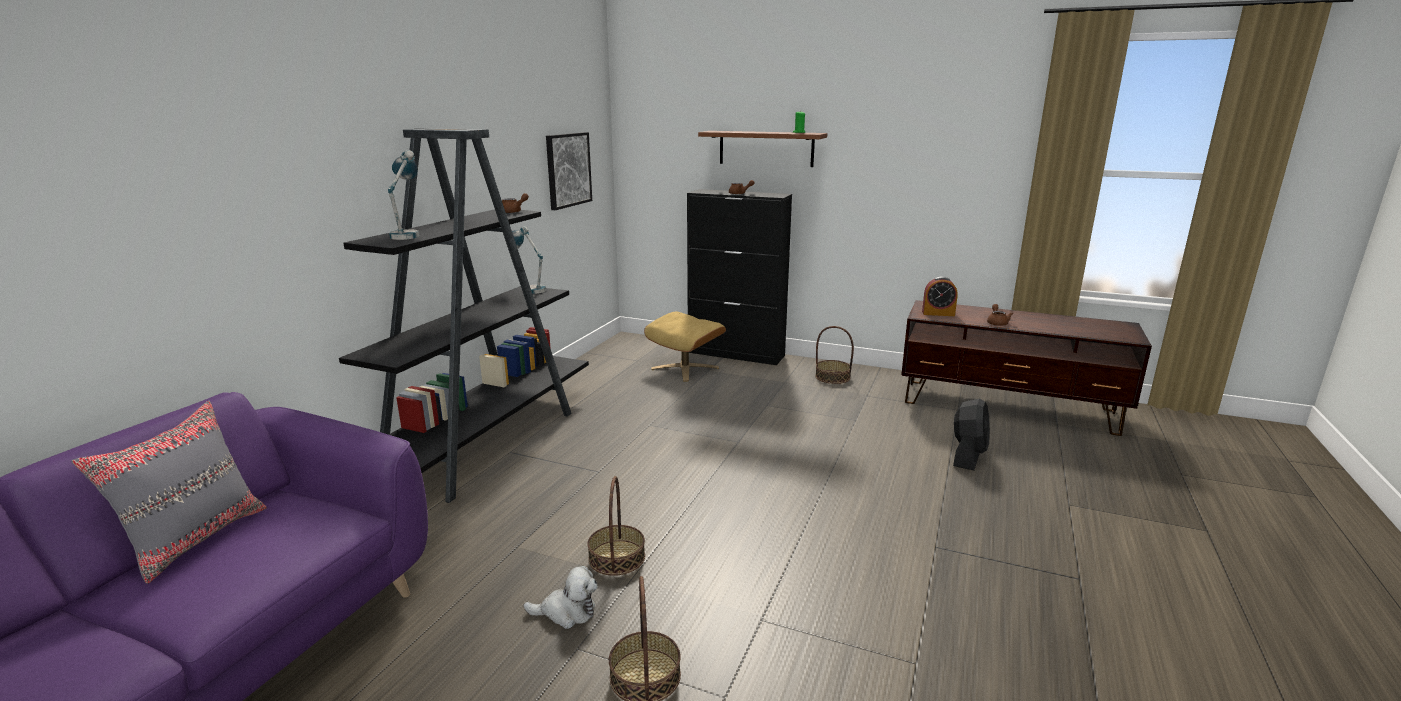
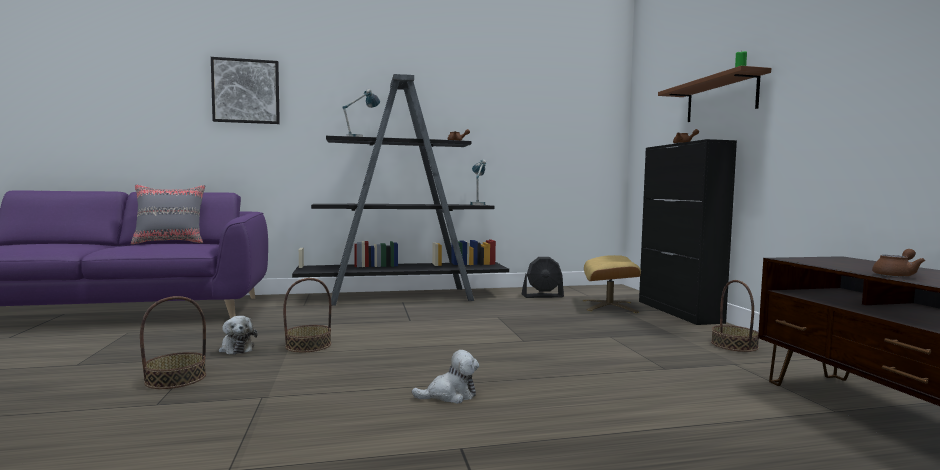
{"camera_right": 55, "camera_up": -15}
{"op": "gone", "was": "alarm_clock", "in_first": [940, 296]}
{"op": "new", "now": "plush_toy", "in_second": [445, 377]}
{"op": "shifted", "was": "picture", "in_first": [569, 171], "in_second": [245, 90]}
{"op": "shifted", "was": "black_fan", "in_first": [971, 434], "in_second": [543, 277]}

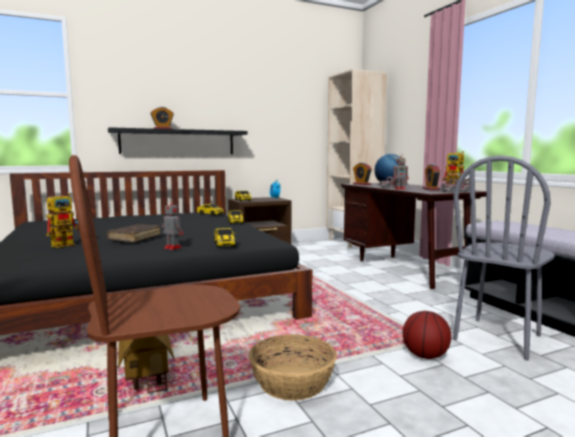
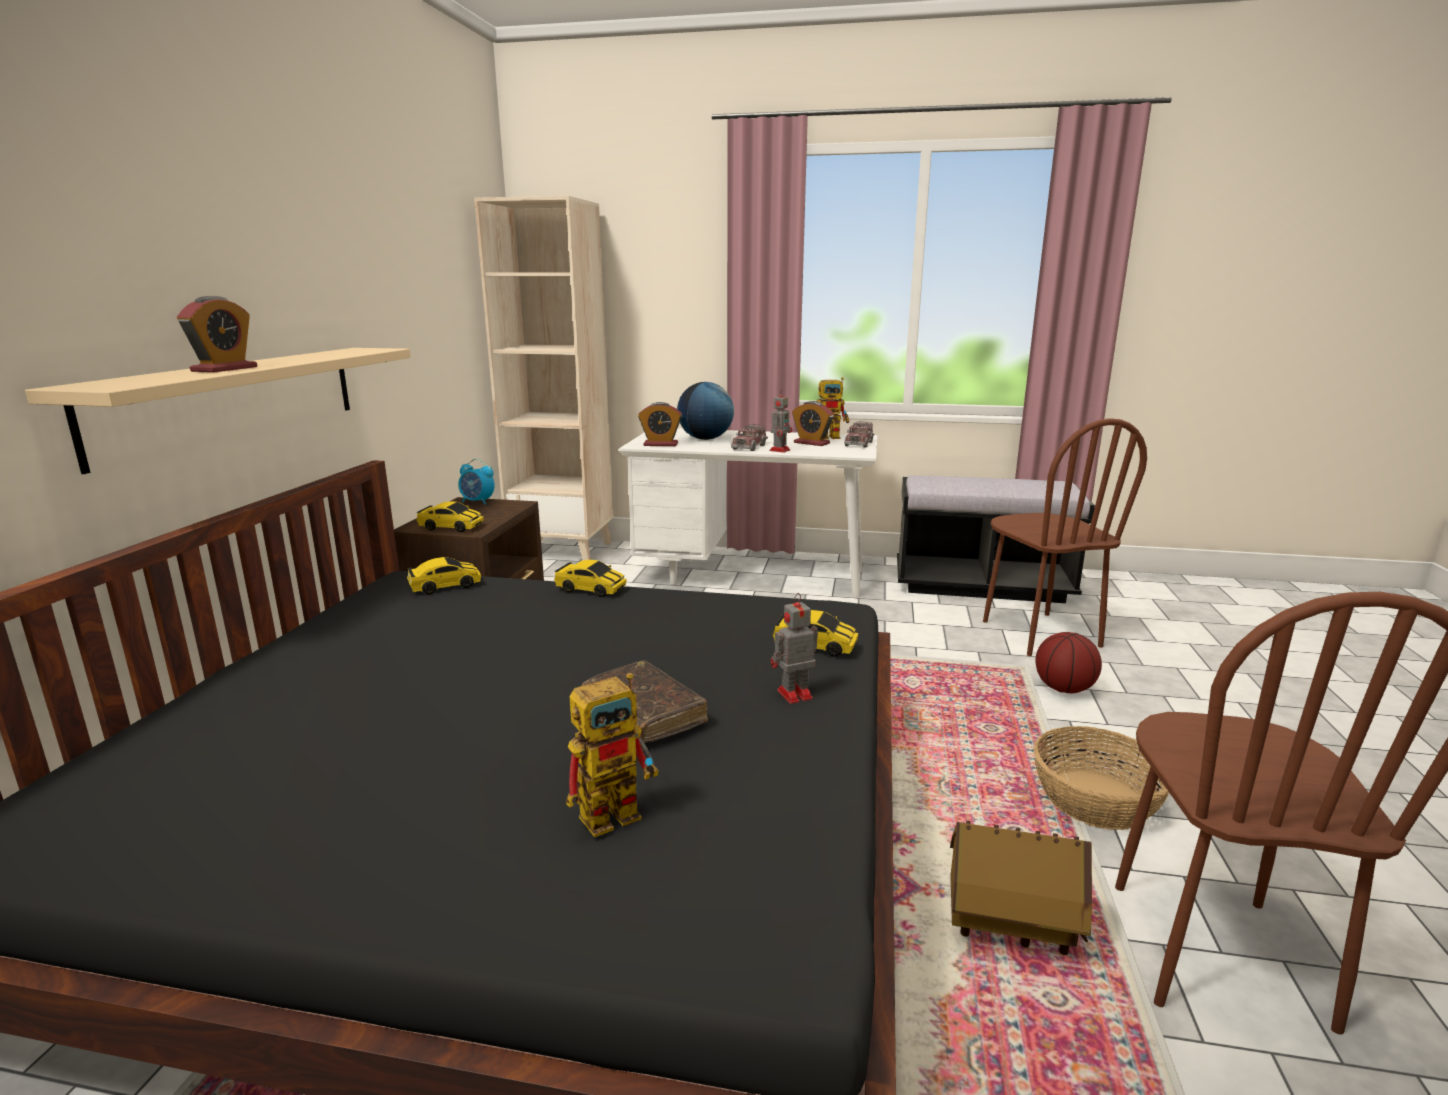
{"camera_right": -55, "camera_up": 10}
{"op": "repainted", "was": "black_shelf", "now": "beige_shelf", "in_first": [177, 140], "in_second": [218, 411]}
{"op": "repainted", "was": "brown_desk", "now": "white_desk", "in_first": [413, 236], "in_second": [748, 513]}
{"op": "repainted", "was": "grey_chair", "now": "brown_chair", "in_first": [504, 257], "in_second": [1065, 537]}
{"op": "rotated", "was": "toy_robot", "in_first": [62, 220], "in_second": [612, 755], "clockwise": 75}

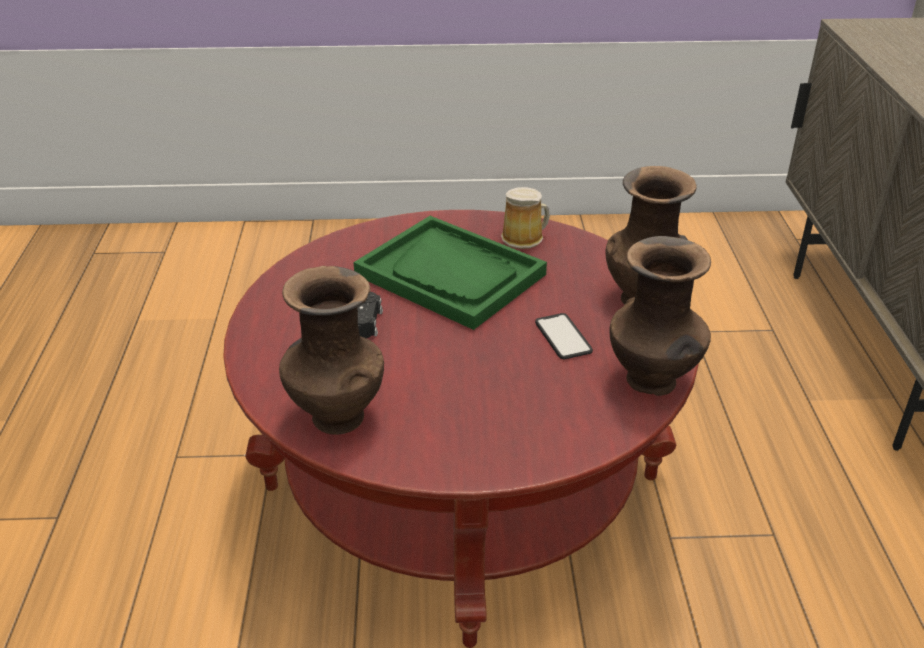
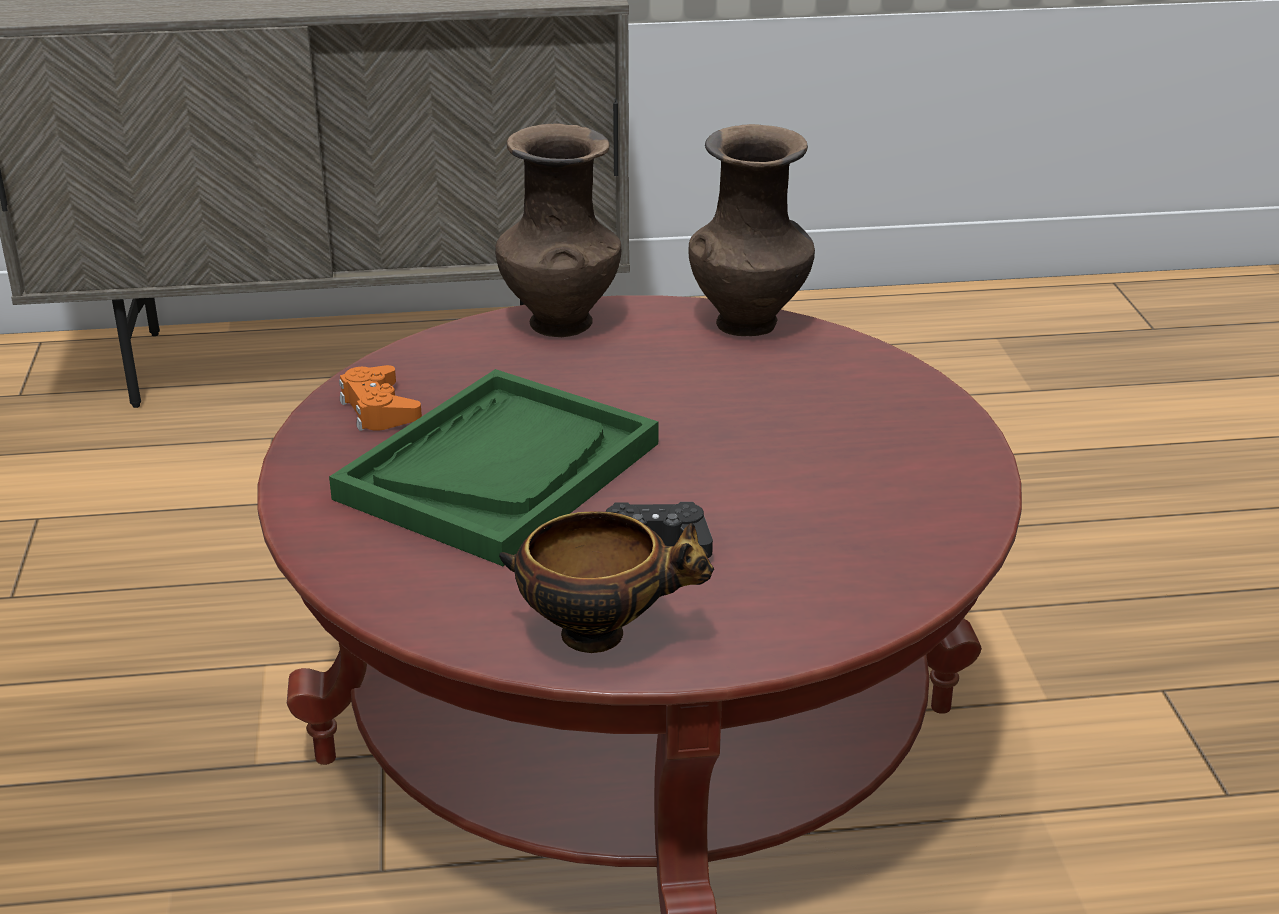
{"camera_right": -95, "camera_up": -5}
{"op": "gone", "was": "brown_vase", "in_first": [331, 350]}
{"op": "gone", "was": "phone", "in_first": [564, 336]}
{"op": "new", "now": "bowl", "in_second": [606, 582]}
{"op": "swapped", "was": "mug", "now": "orange_game_controller", "in_first": [525, 218], "in_second": [380, 398]}

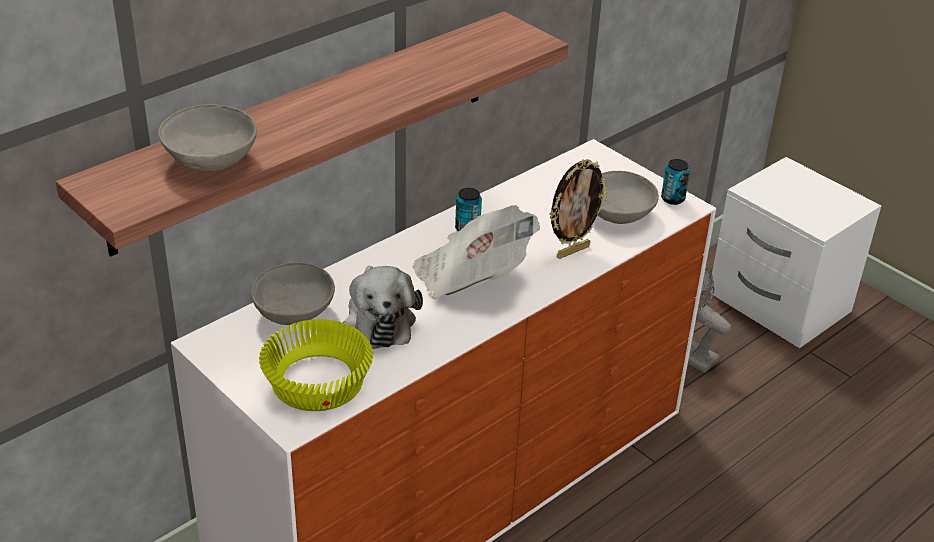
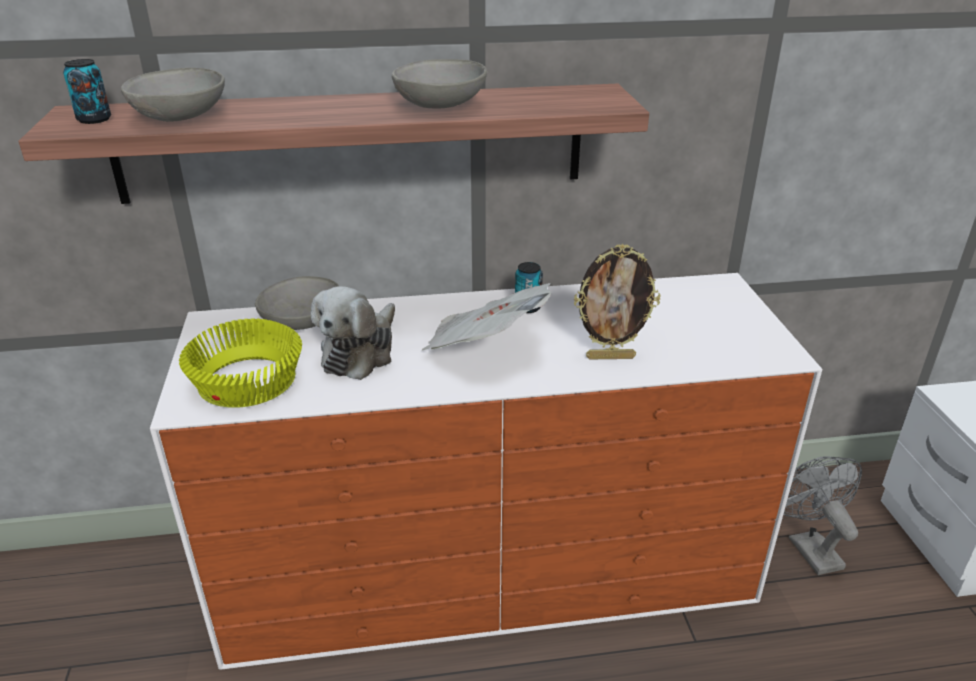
{"camera_right": 35, "camera_up": -5}
{"op": "shifted", "was": "grey_bowl", "in_first": [628, 197], "in_second": [439, 84]}
{"op": "shifted", "was": "can", "in_first": [675, 182], "in_second": [87, 91]}

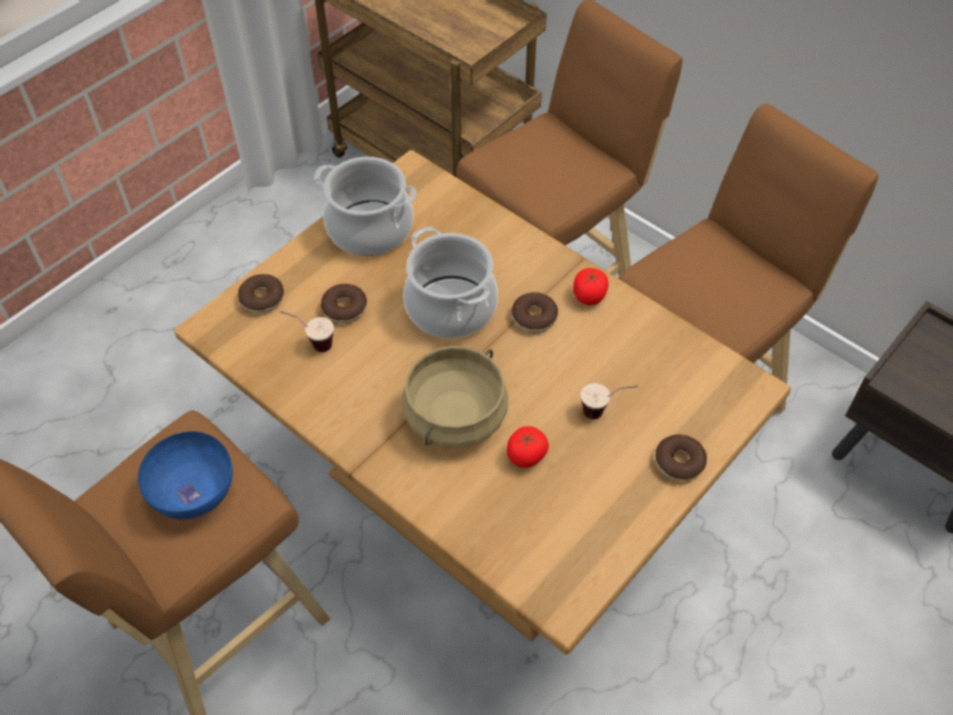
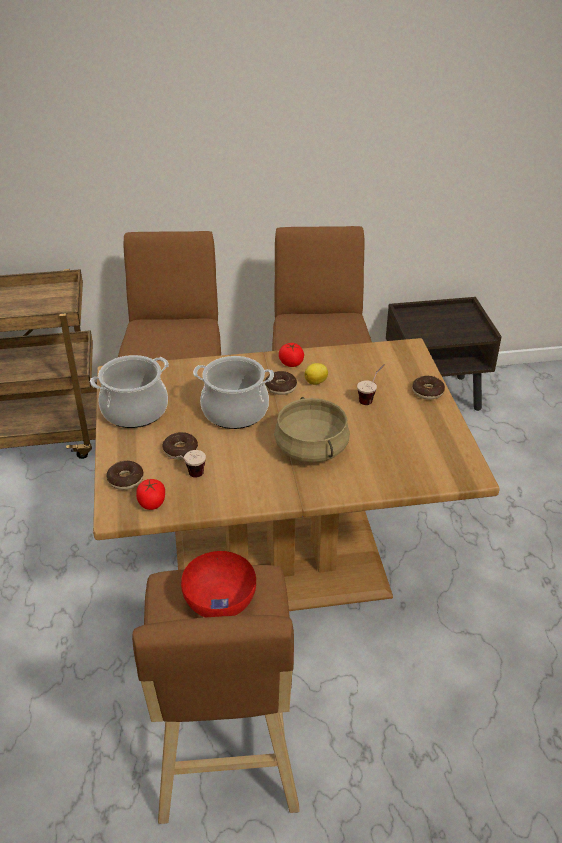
{"camera_right": -50, "camera_up": -15}
{"op": "new", "now": "lemon", "in_second": [316, 374]}
{"op": "shifted", "was": "tomato", "in_first": [528, 447], "in_second": [150, 494]}
{"op": "repainted", "was": "blue_bowl", "now": "red_bowl", "in_first": [185, 475], "in_second": [218, 584]}

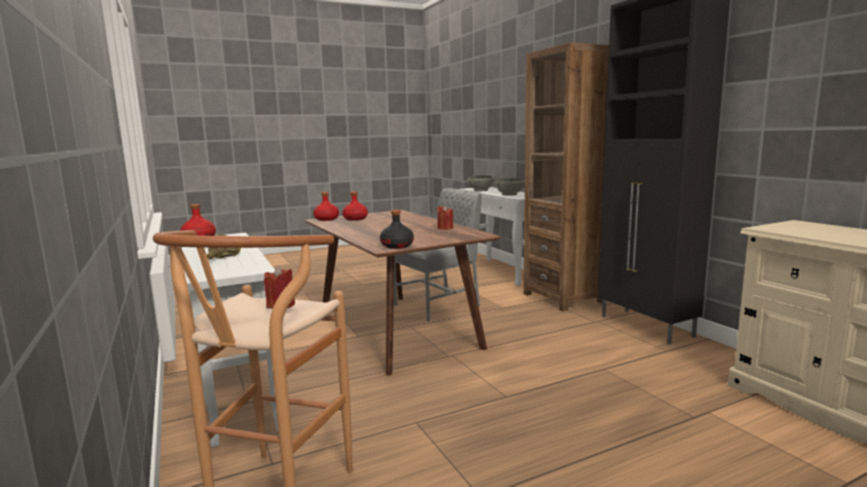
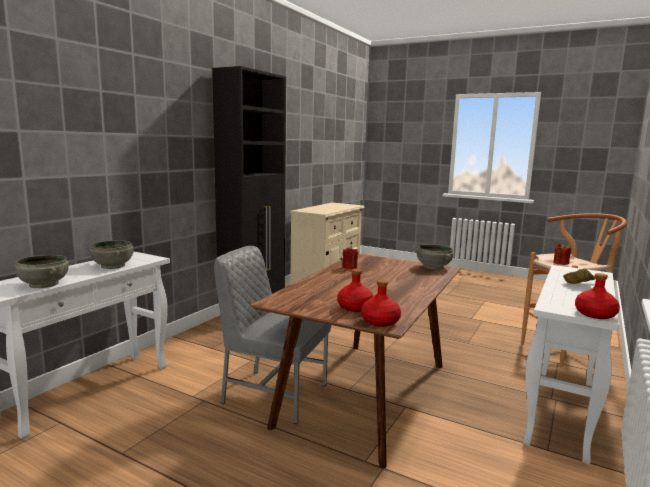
{"camera_right": -125, "camera_up": 0}
{"op": "gone", "was": "brown_bookcase", "in_first": [566, 177]}
{"op": "swapped", "was": "black_bottle", "now": "grey_bowl", "in_first": [397, 229], "in_second": [435, 257]}

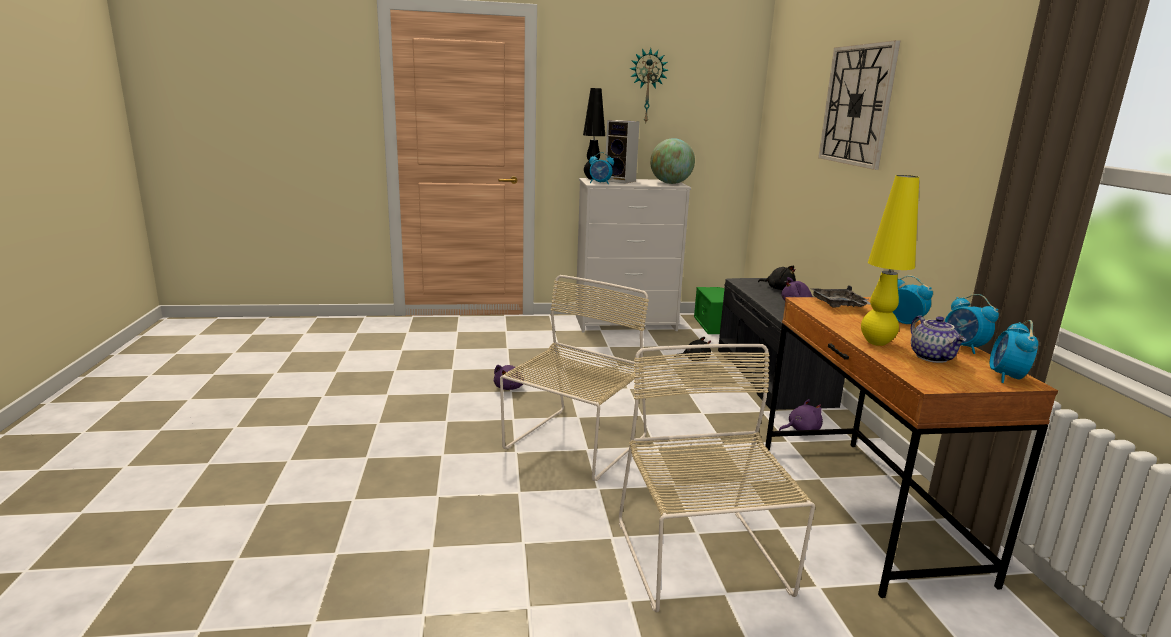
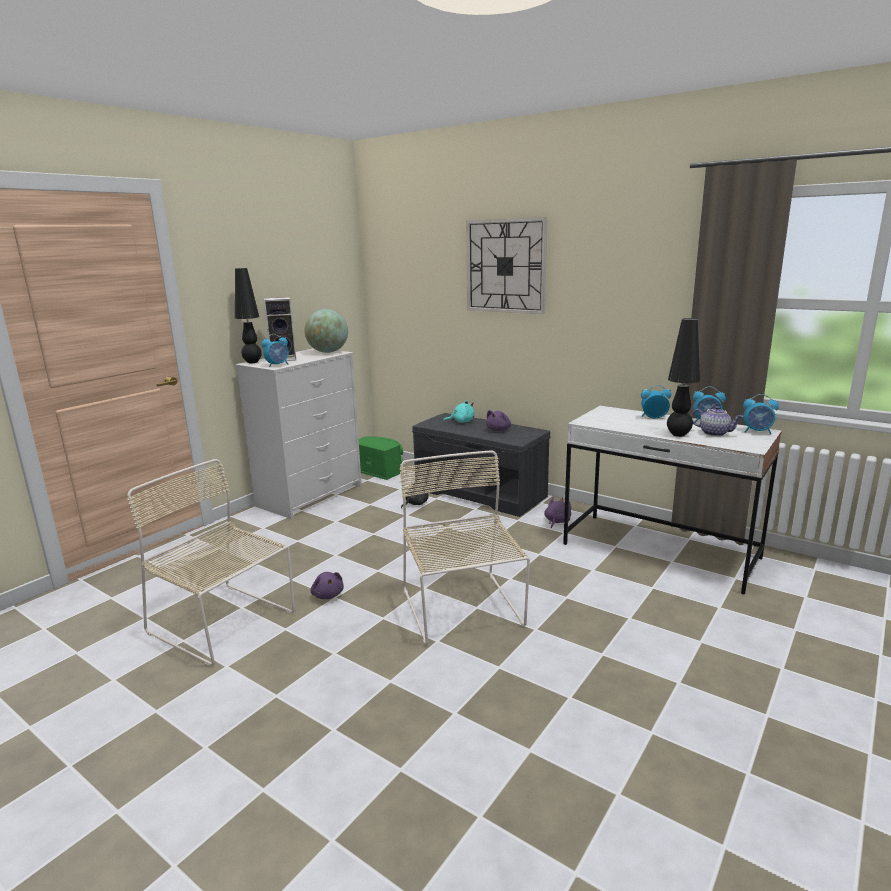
{"camera_right": -45, "camera_up": 0}
{"op": "gone", "was": "wall_clock", "in_first": [648, 85]}
{"op": "gone", "was": "grey_tray", "in_first": [840, 296]}
{"op": "shifted", "was": "beige_chair", "in_first": [717, 478], "in_second": [211, 563]}
{"op": "repainted", "was": "black_plush_toy", "now": "turquoise_plush_toy", "in_first": [777, 278], "in_second": [459, 411]}
{"op": "repainted", "was": "brown_desk", "now": "white_desk", "in_first": [911, 447], "in_second": [672, 500]}
{"op": "repainted", "was": "yellow_table_lamp", "now": "black_table_lamp", "in_first": [890, 260], "in_second": [683, 377]}
{"op": "rotated", "was": "alarm_clock", "in_first": [1014, 351], "in_second": [761, 414], "clockwise": -45}

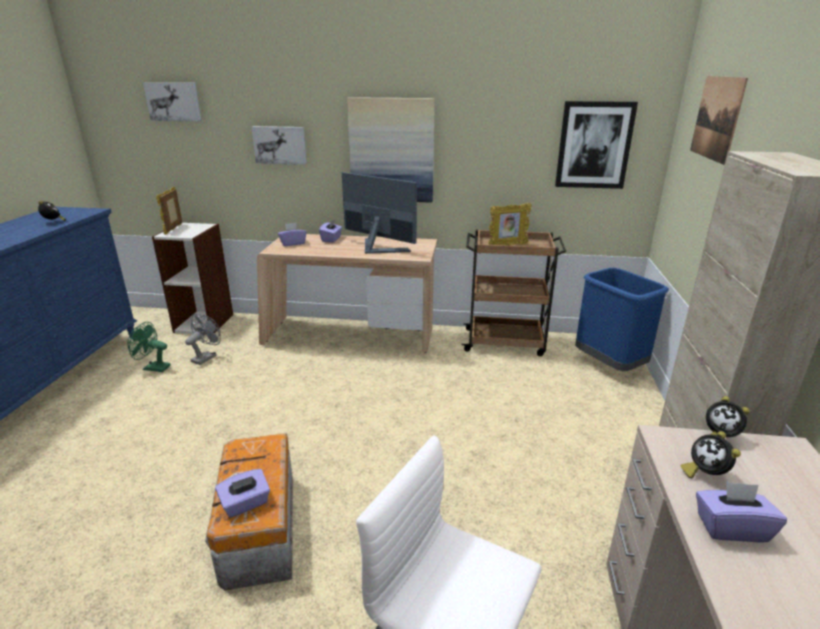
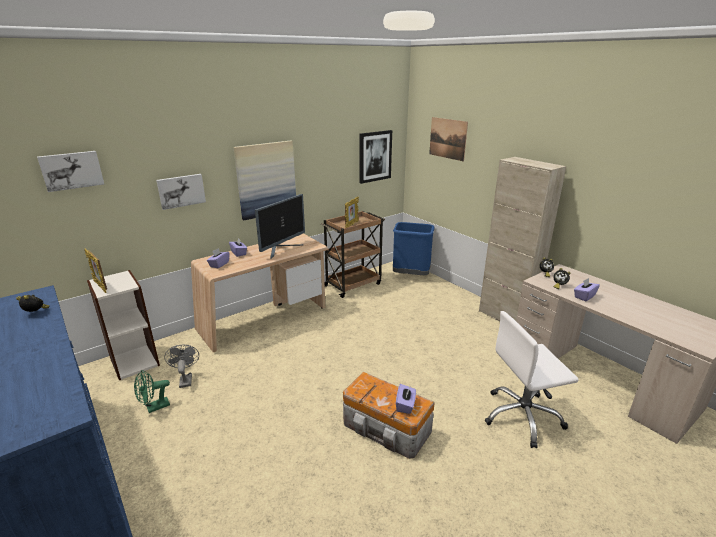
{"camera_right": -45, "camera_up": 0}
{"op": "rotated", "was": "monitor", "in_first": [379, 213], "in_second": [280, 226], "clockwise": 135}

